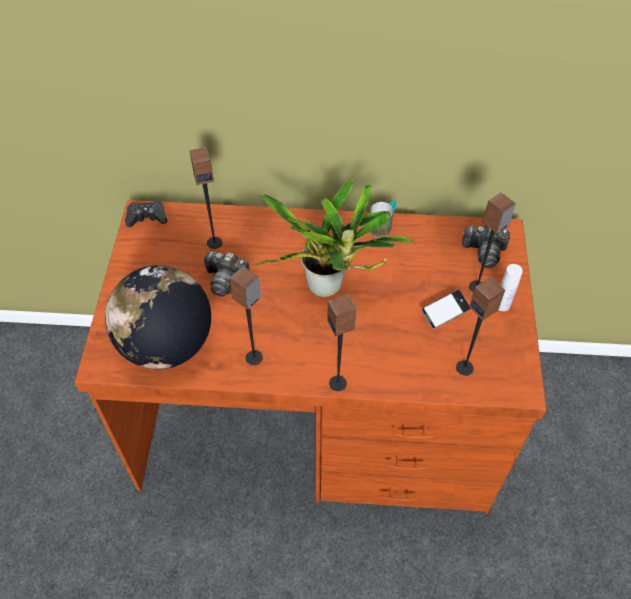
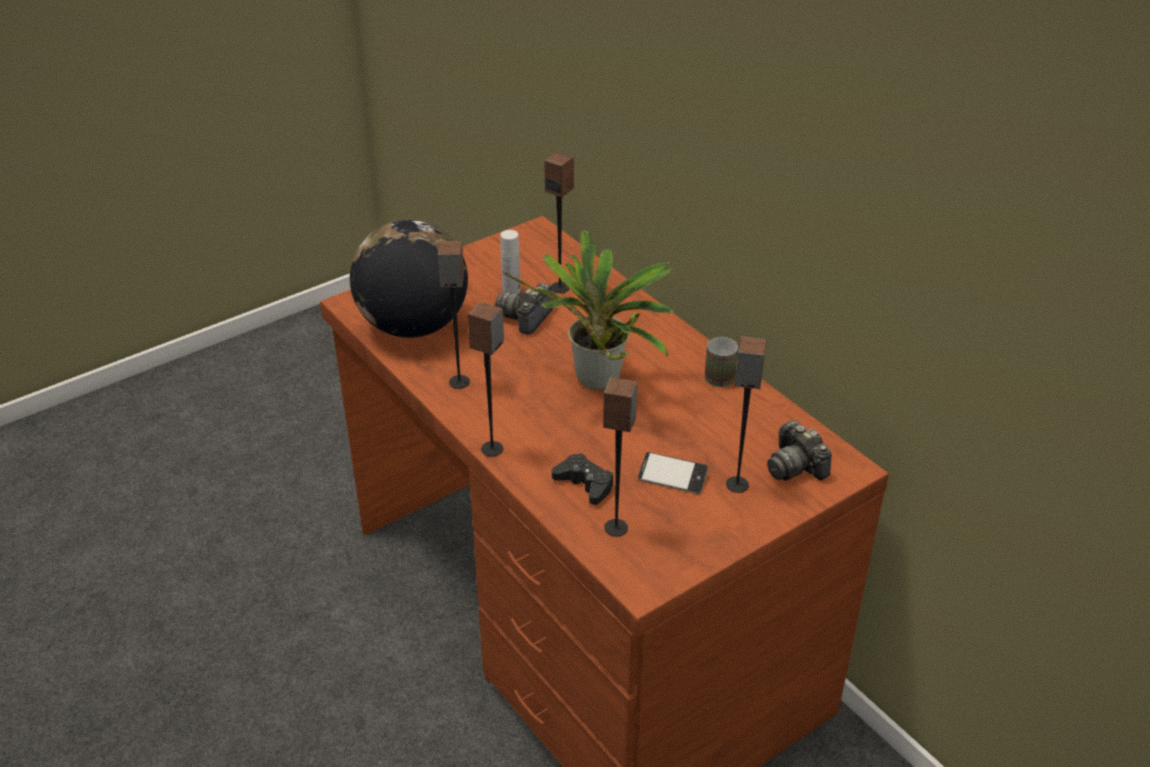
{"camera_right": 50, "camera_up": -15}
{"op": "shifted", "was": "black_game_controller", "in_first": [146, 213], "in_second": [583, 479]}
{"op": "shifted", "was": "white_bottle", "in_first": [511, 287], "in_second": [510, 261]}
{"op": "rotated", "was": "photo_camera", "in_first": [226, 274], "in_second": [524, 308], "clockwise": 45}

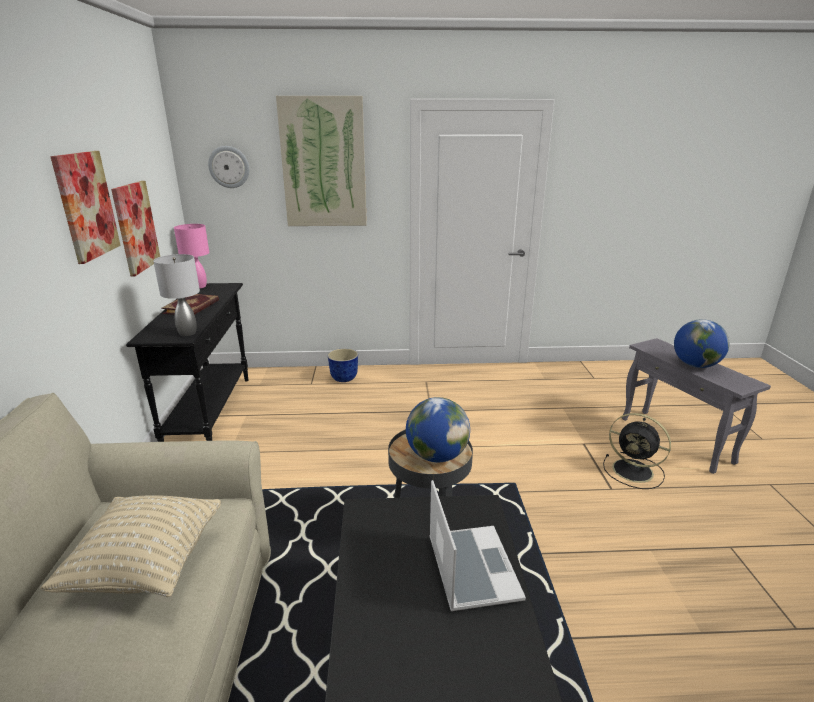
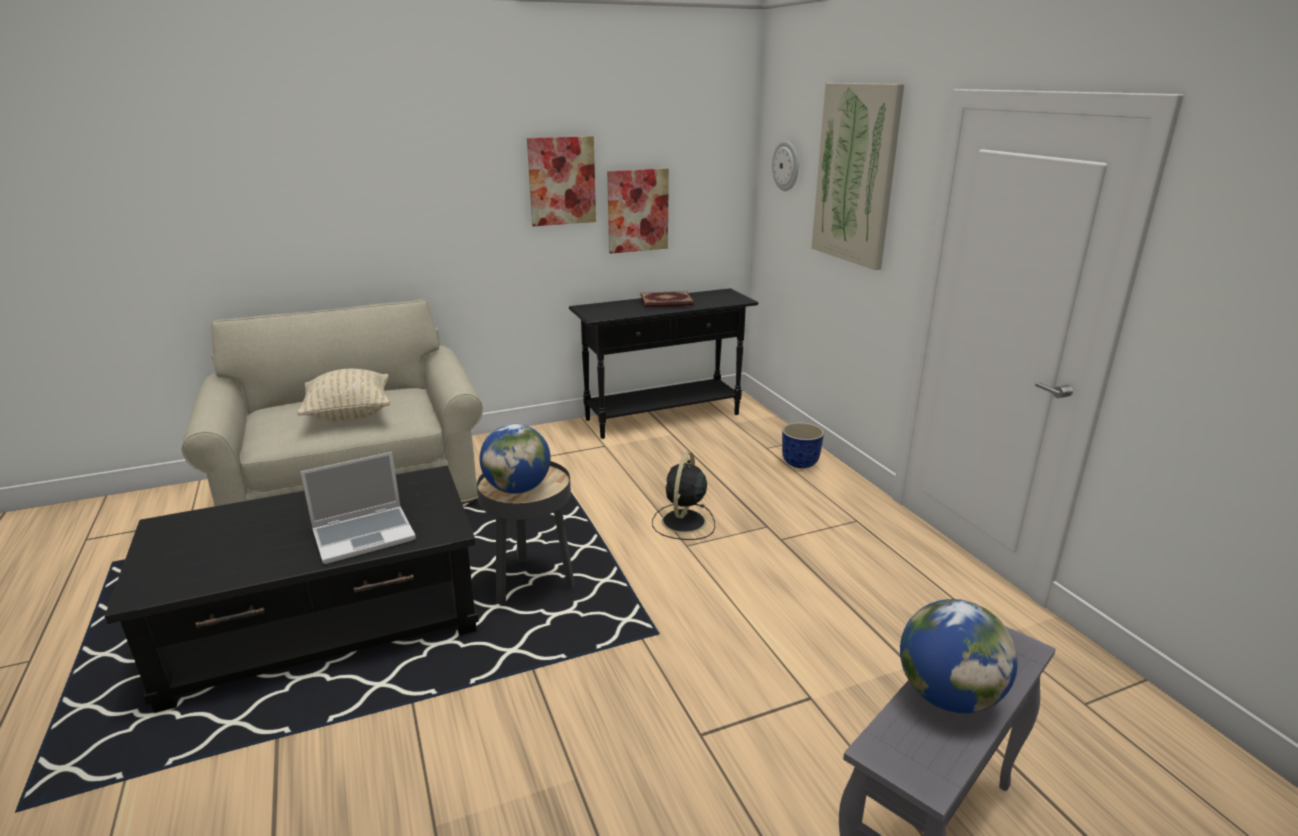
{"camera_right": 70, "camera_up": 0}
{"op": "gone", "was": "grey_table_lamp", "in_first": [176, 295]}
{"op": "gone", "was": "pink_table_lamp", "in_first": [191, 256]}
{"op": "shifted", "was": "black_fan", "in_first": [637, 451], "in_second": [683, 495]}

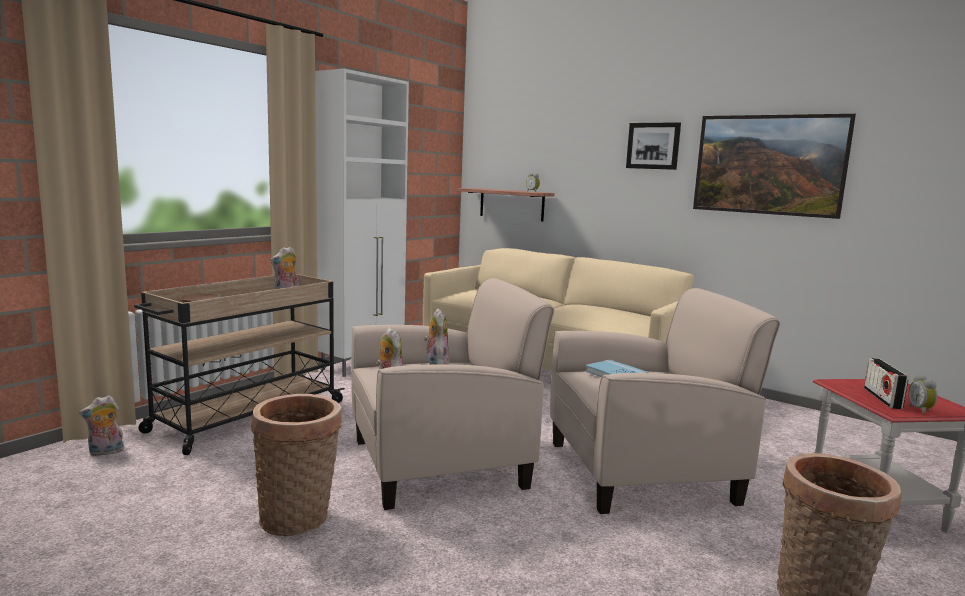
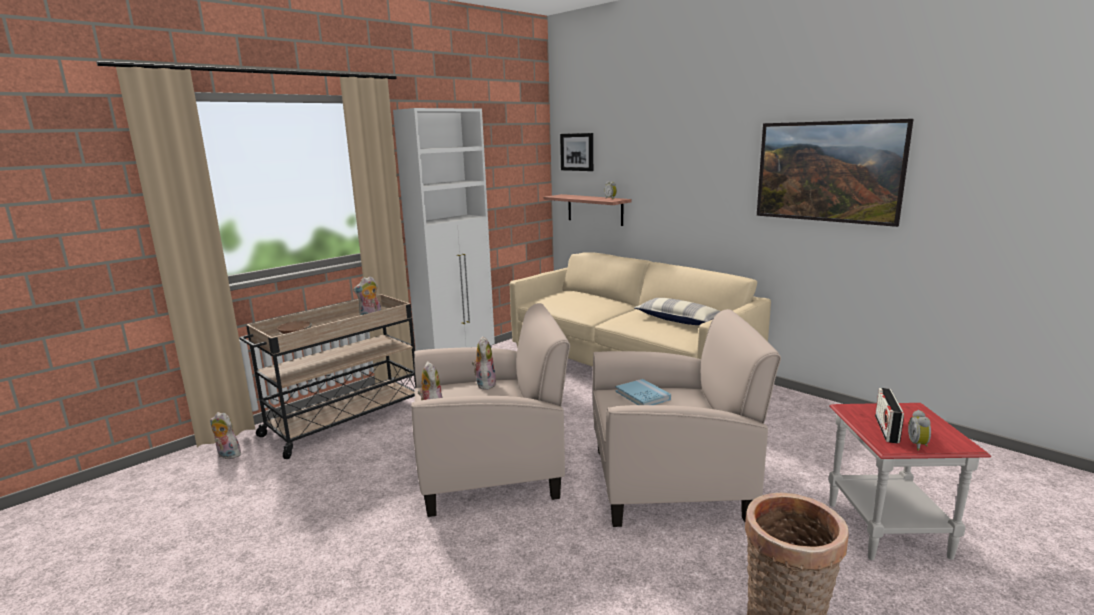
{"camera_right": 10, "camera_up": 5}
{"op": "gone", "was": "basket", "in_first": [296, 465]}
{"op": "new", "now": "pillow", "in_second": [677, 311]}
{"op": "shifted", "was": "picture", "in_first": [653, 146], "in_second": [576, 152]}
{"op": "rotated", "was": "plush_toy", "in_first": [101, 425], "in_second": [225, 435], "clockwise": 45}

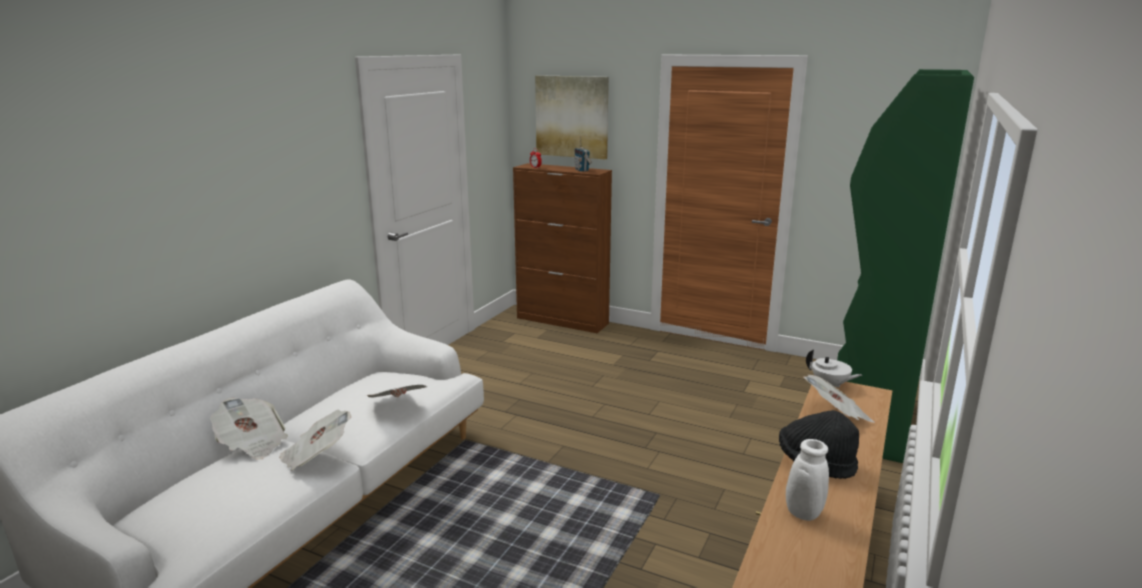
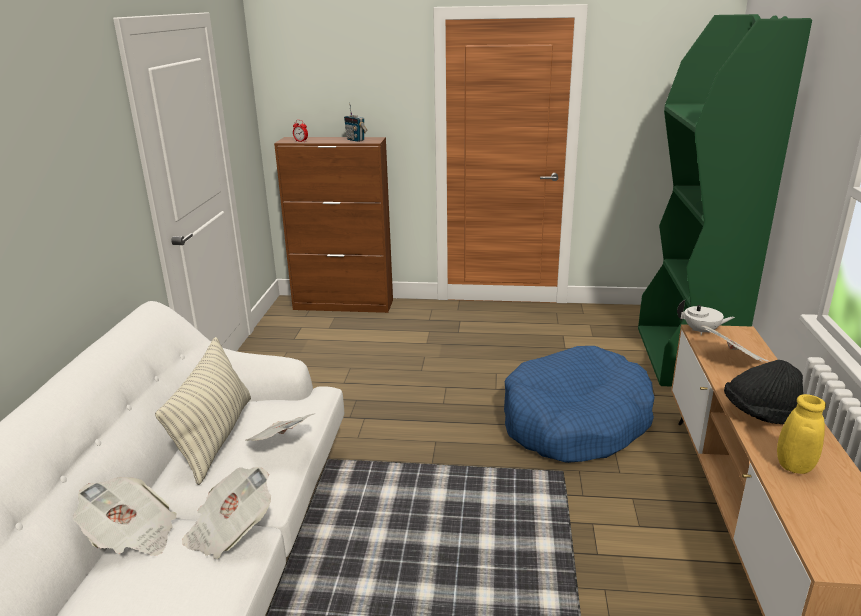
{"camera_right": -20, "camera_up": 5}
{"op": "gone", "was": "picture", "in_first": [572, 117]}
{"op": "new", "now": "pillow", "in_second": [203, 411]}
{"op": "new", "now": "blue_dog_bed", "in_second": [579, 404]}
{"op": "repainted", "was": "white_vase", "now": "yellow_vase", "in_first": [793, 480], "in_second": [801, 434]}

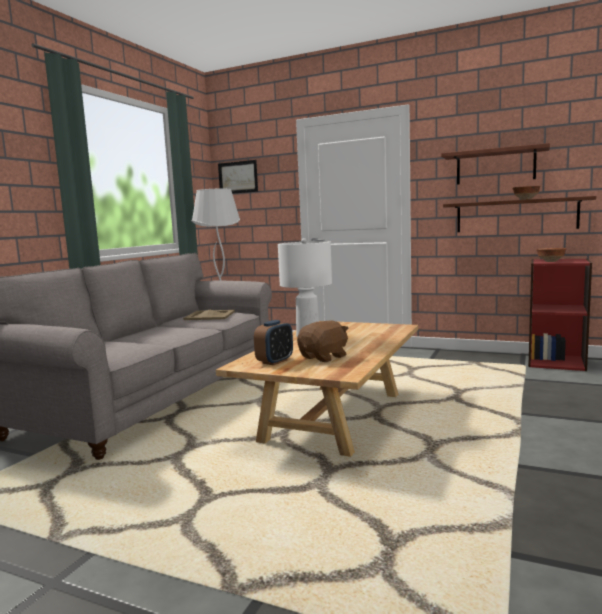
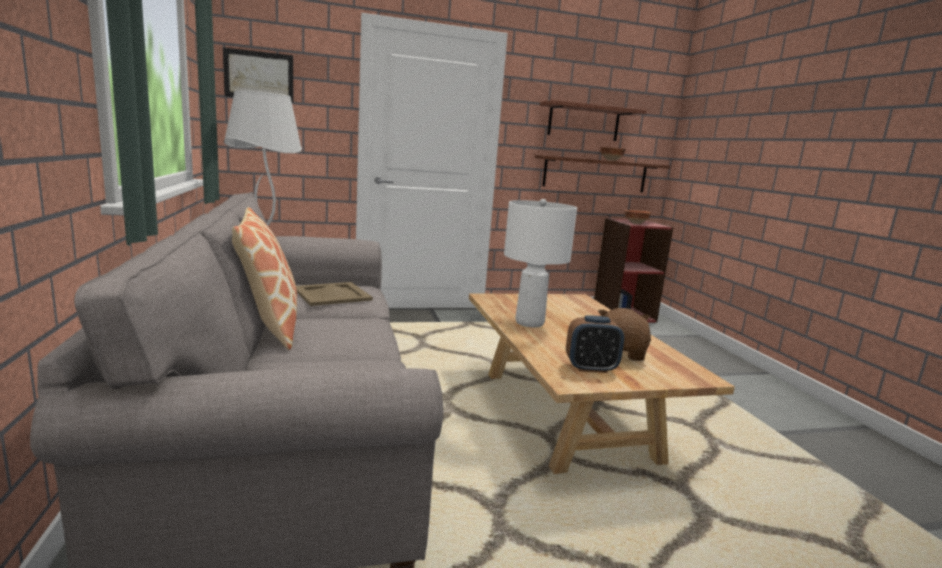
{"camera_right": -40, "camera_up": 5}
{"op": "new", "now": "pillow", "in_second": [264, 278]}
{"op": "rotated", "was": "alarm_clock", "in_first": [273, 342], "in_second": [595, 344], "clockwise": 90}

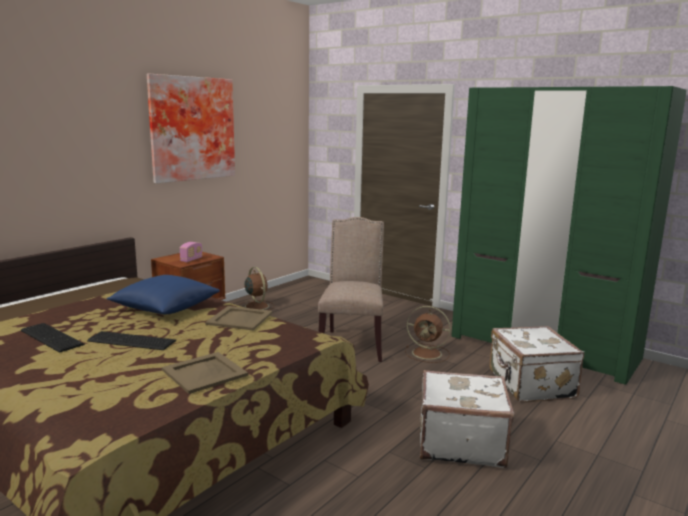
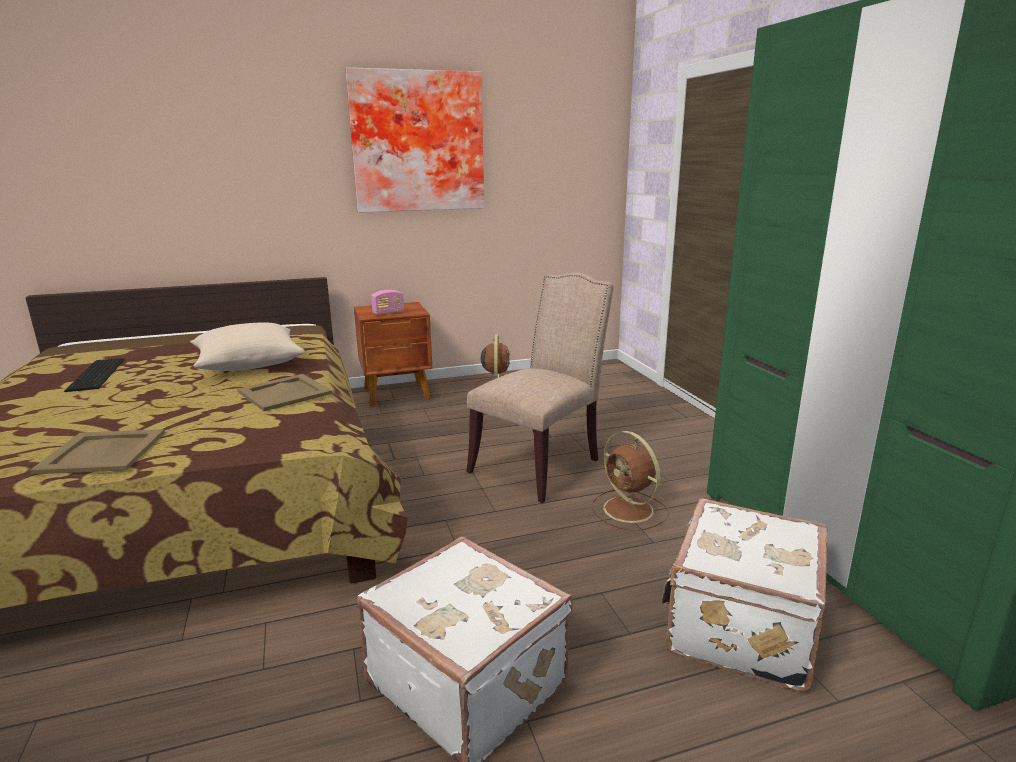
{"camera_right": 35, "camera_up": 5}
{"op": "gone", "was": "keyboard", "in_first": [131, 340]}
{"op": "repainted", "was": "blue_pillow", "now": "beige_pillow", "in_first": [163, 294], "in_second": [247, 347]}

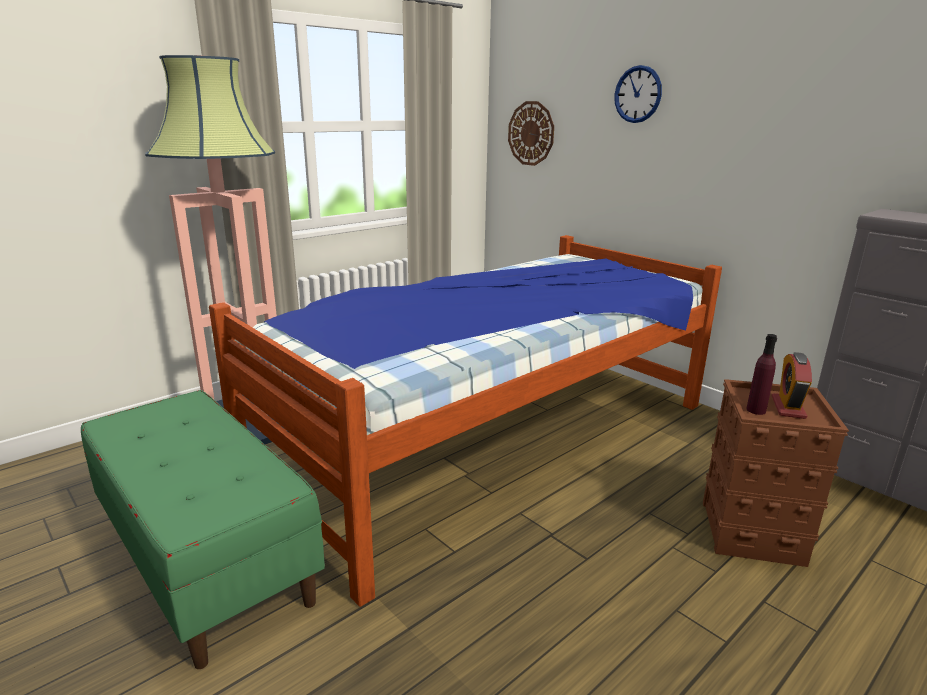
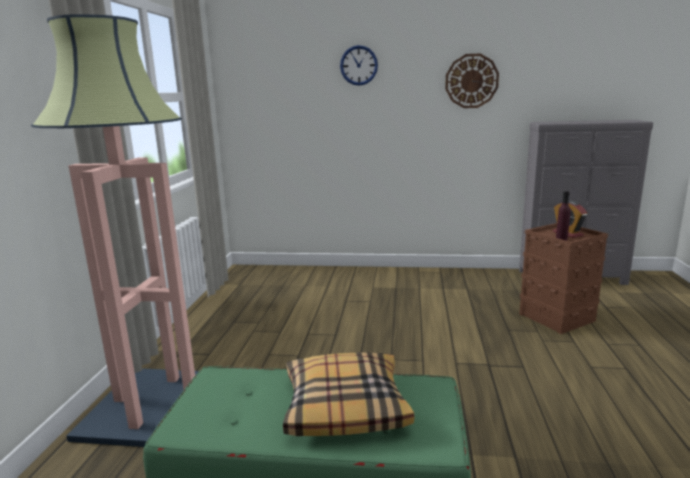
{"camera_right": -40, "camera_up": -5}
{"op": "gone", "was": "bed", "in_first": [465, 421]}
{"op": "new", "now": "pillow", "in_second": [348, 394]}
{"op": "shifted", "was": "wall_clock", "in_first": [531, 133], "in_second": [472, 80]}

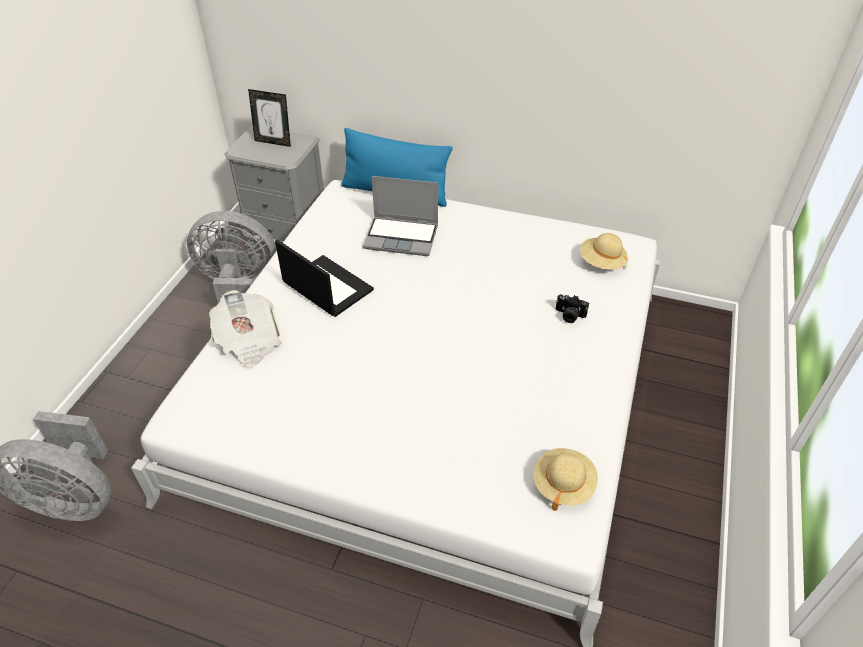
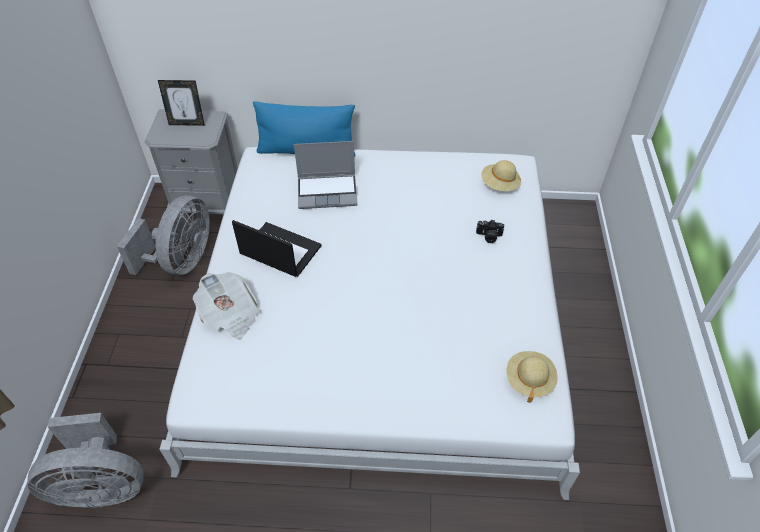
{"camera_right": -15, "camera_up": 5}
{"op": "rotated", "was": "grey_fan", "in_first": [231, 257], "in_second": [163, 235], "clockwise": 120}

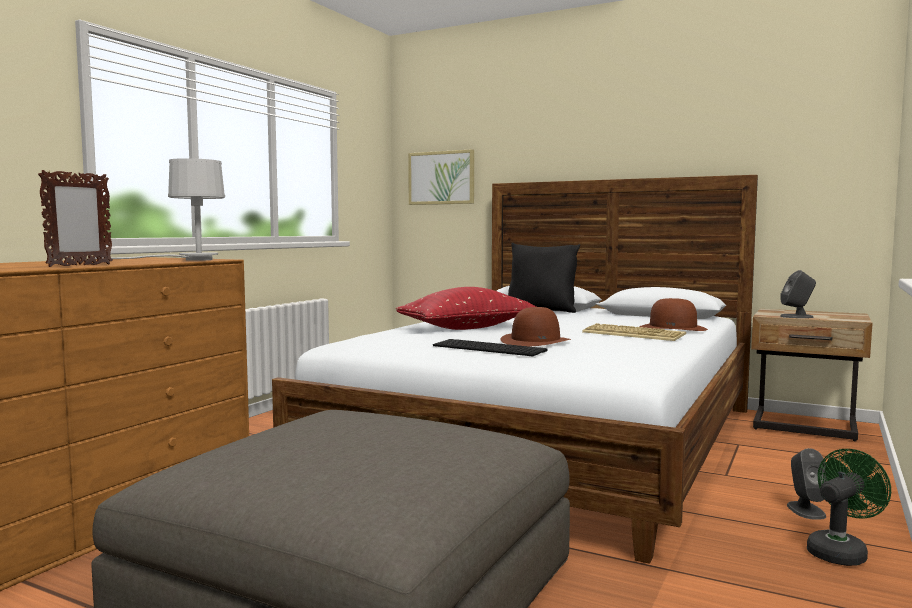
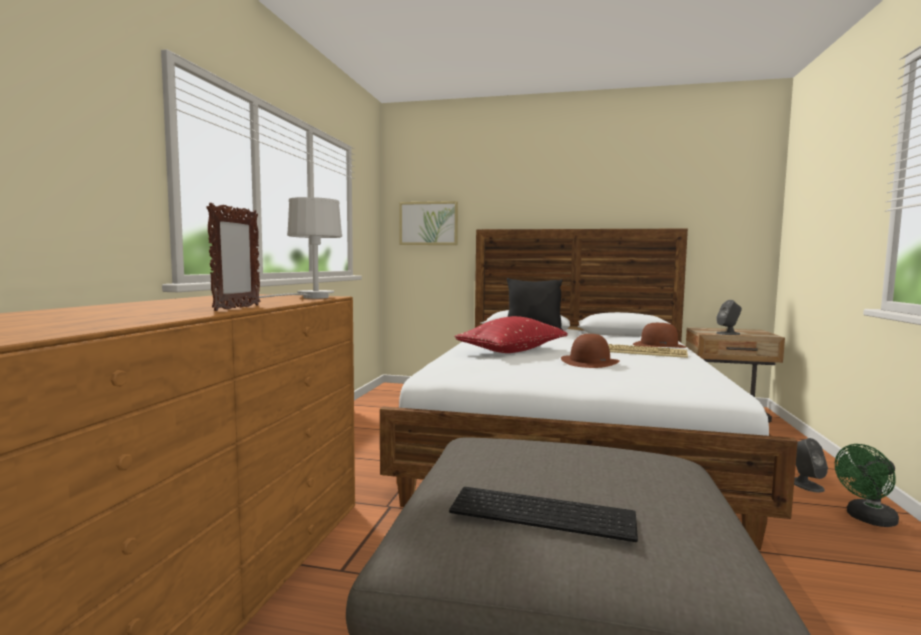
{"camera_right": -15, "camera_up": 0}
{"op": "shifted", "was": "keyboard", "in_first": [490, 347], "in_second": [543, 514]}
{"op": "rotated", "was": "green_fan", "in_first": [849, 507], "in_second": [867, 485], "clockwise": -150}

